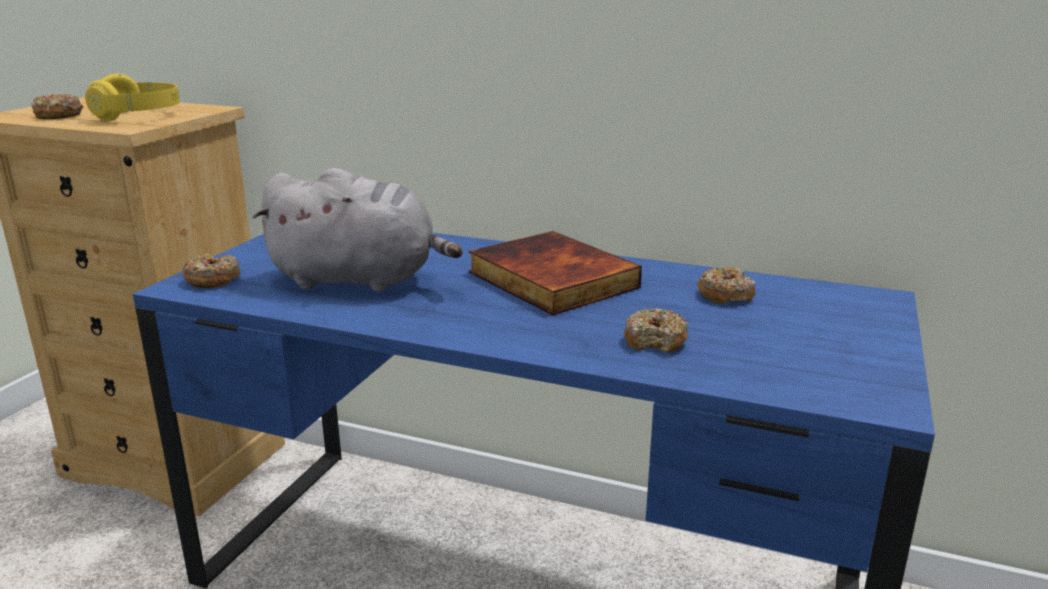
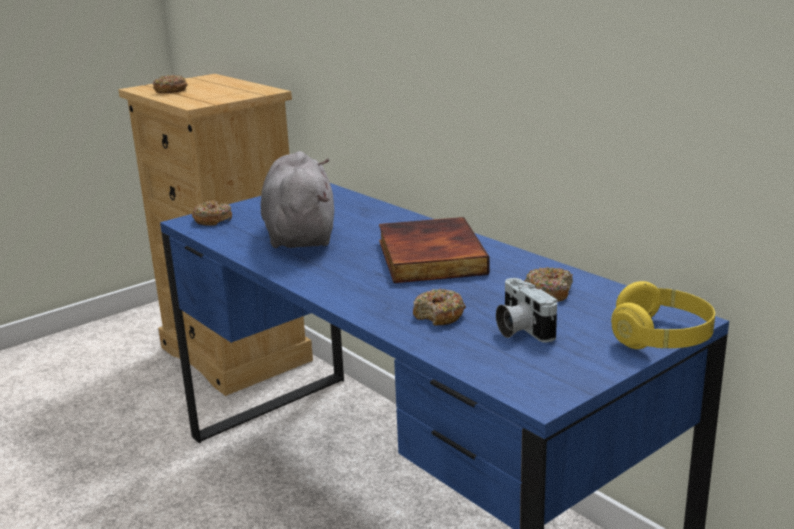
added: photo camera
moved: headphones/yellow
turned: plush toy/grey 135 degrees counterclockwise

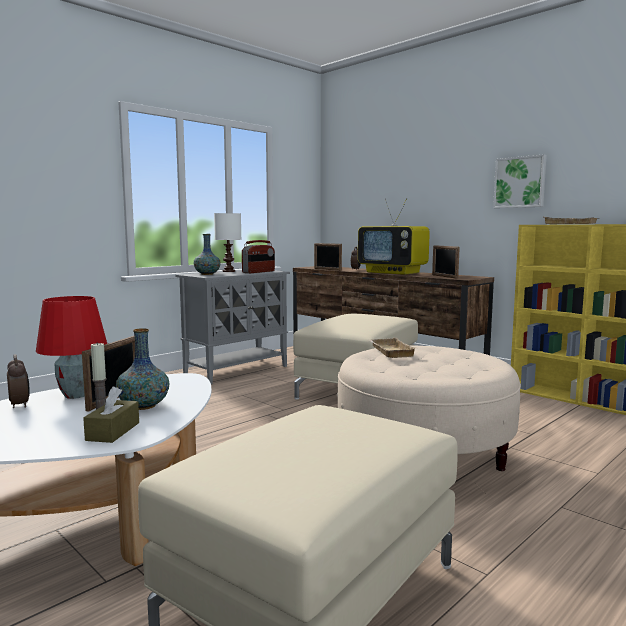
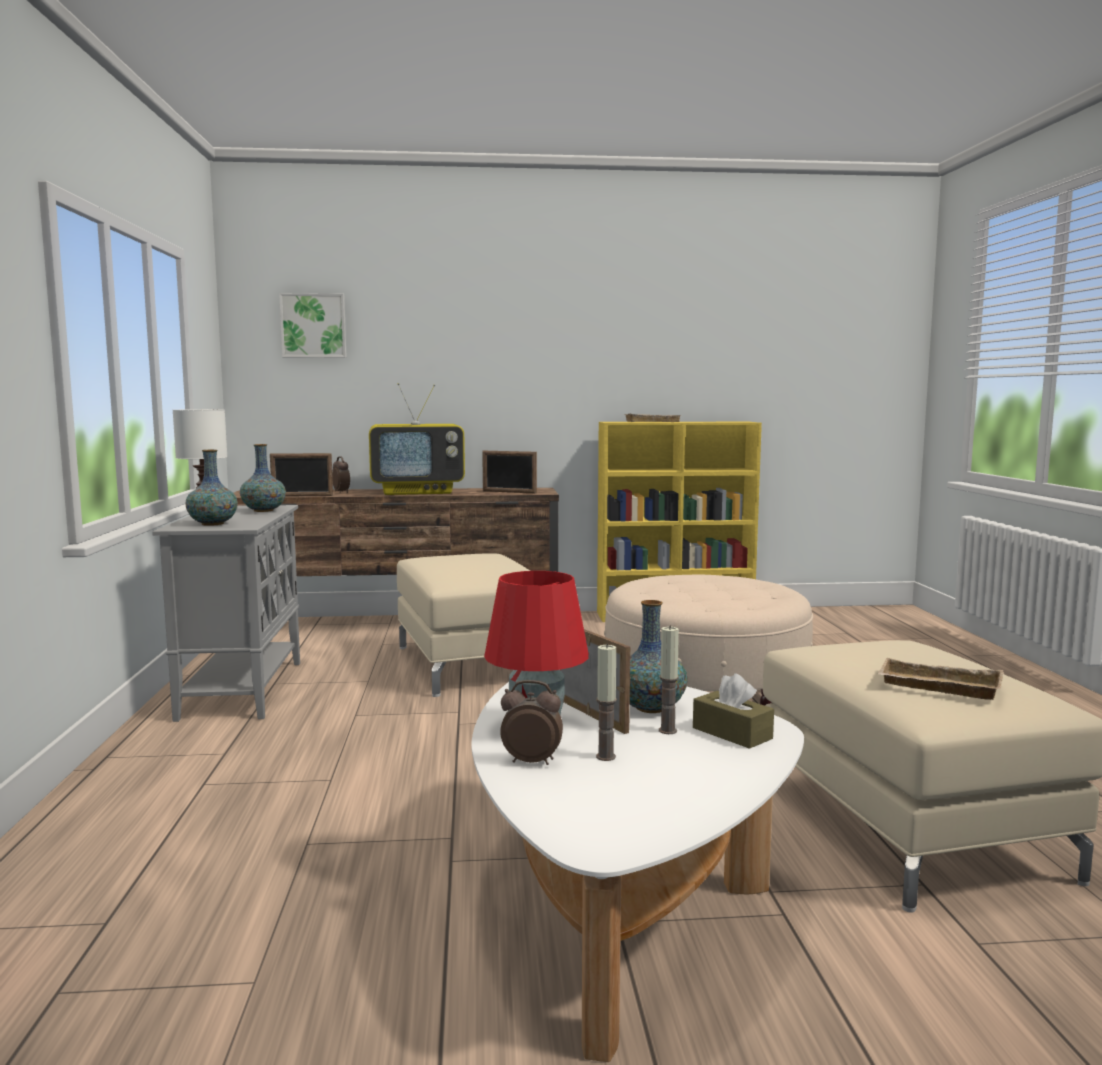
added: candle (1st from left)
moved: tray/beige (1st from left in the first image) to tray/beige (2nd from left); picture
replaced: radio to vase (2nd from left)

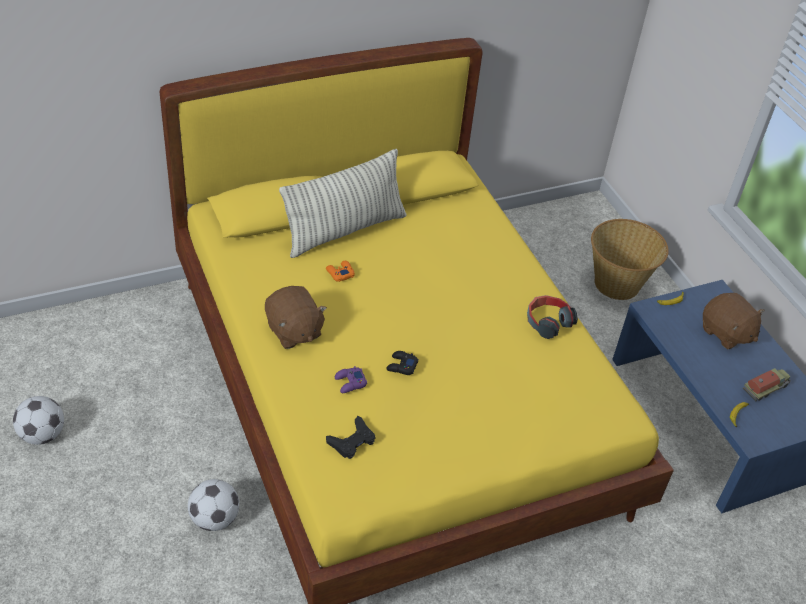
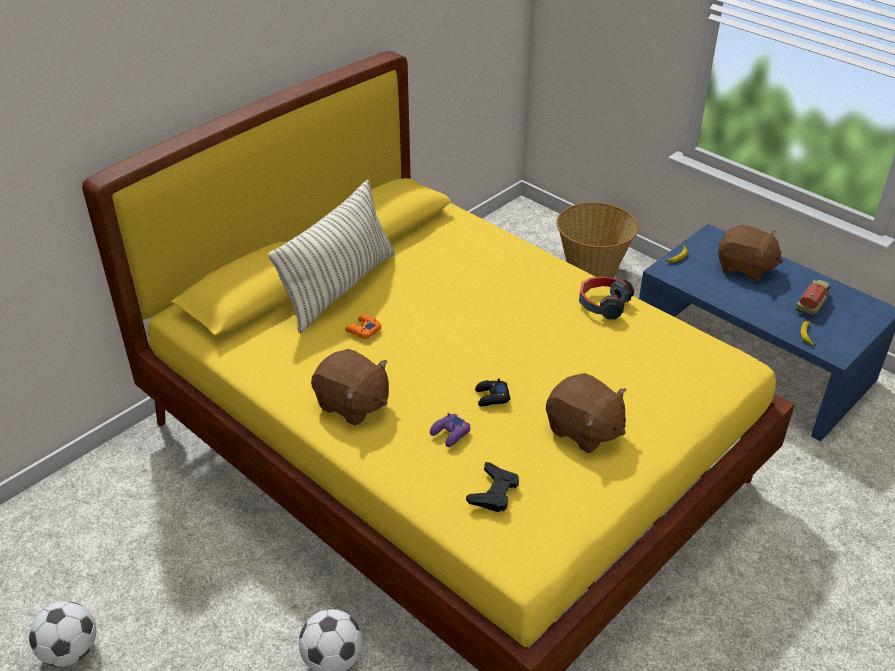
added: plush toy/brown (2nd from left)

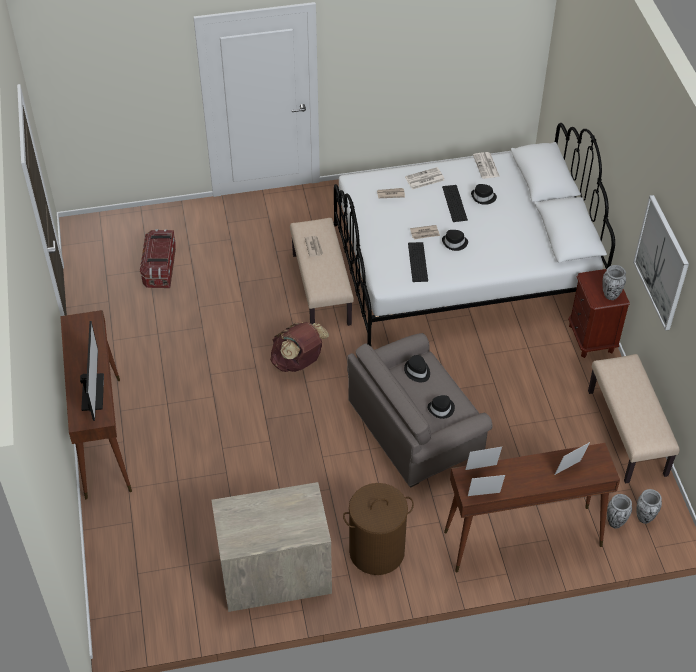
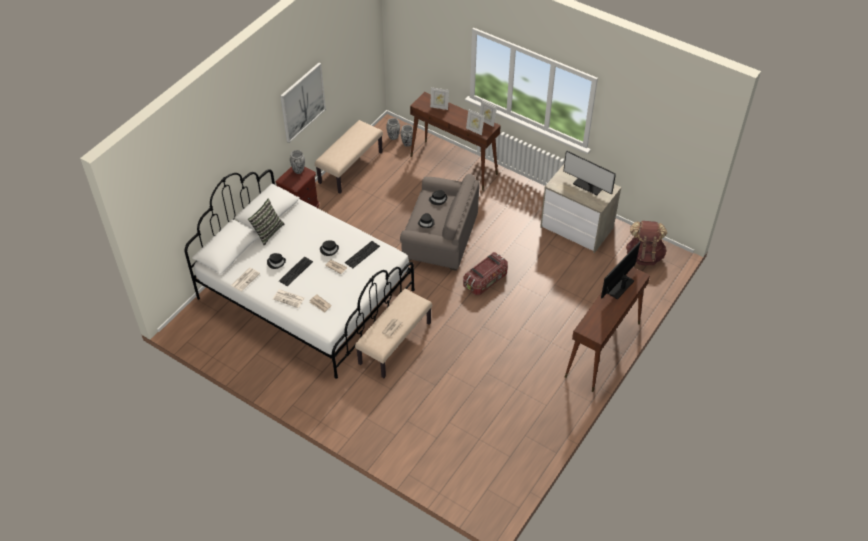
removed: laundry basket/brown
added: pillow; monitor (1st from left)
moved: storage box; backpack/brown

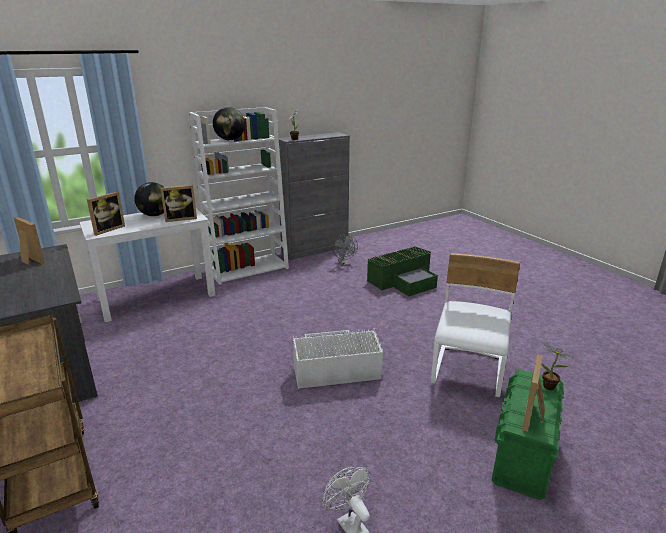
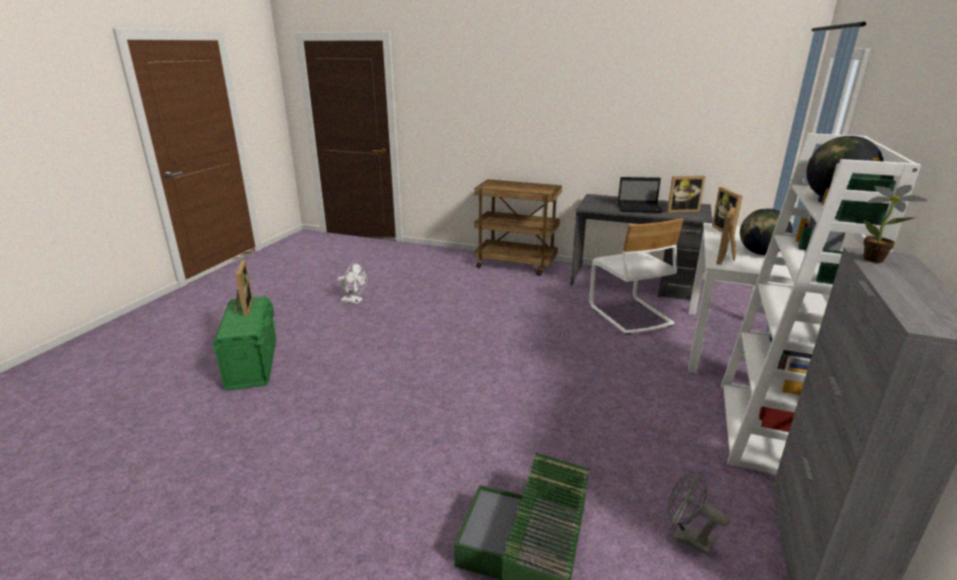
removed: storage box/white; potted plant (2nd from left)
added: laptop
moved: chair/white

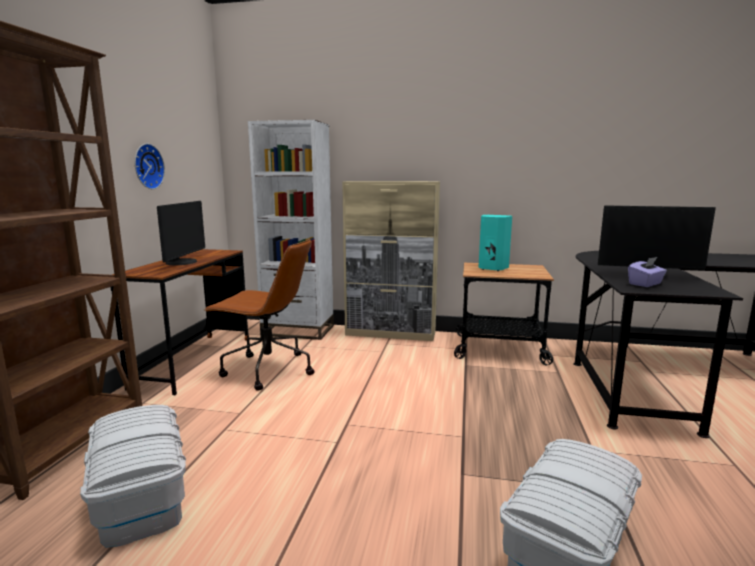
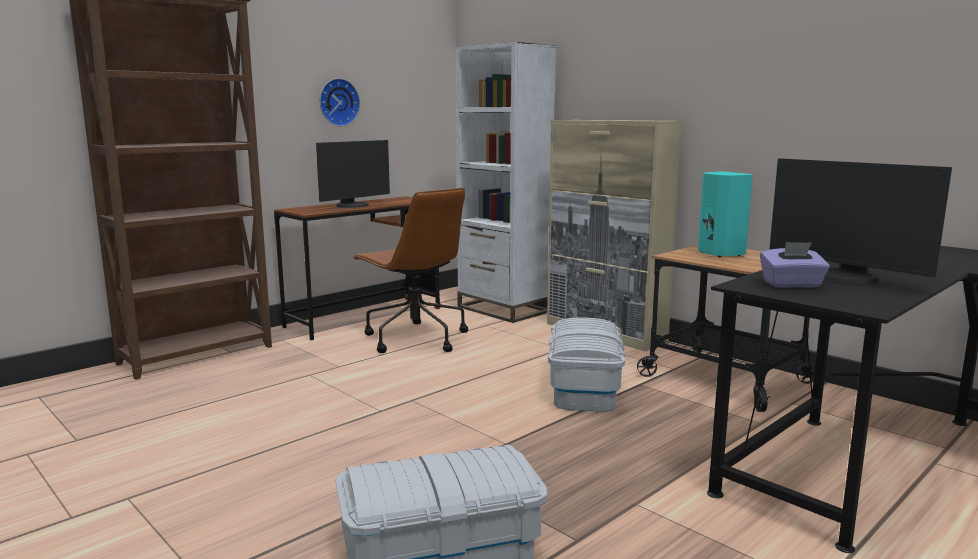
moved: storage box/white (1st from left in the first image) to storage box/white (2nd from left)

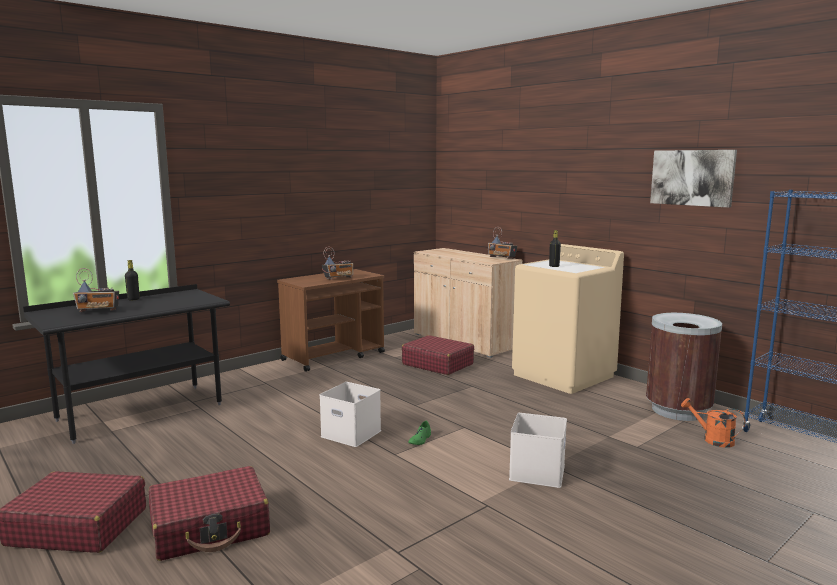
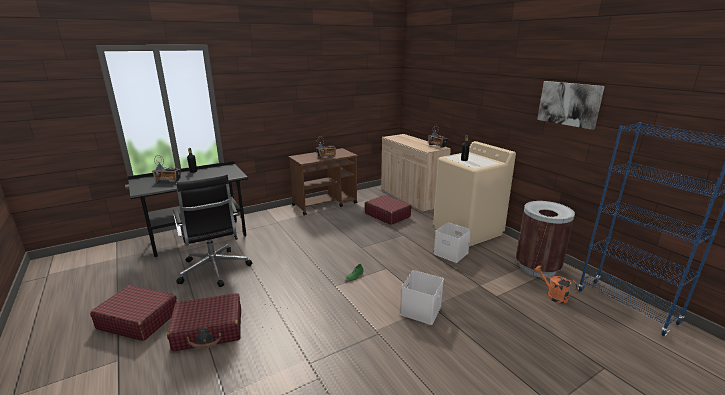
added: office chair/black
moved: storage box/white (1st from left in the first image) to storage box/white (2nd from left)

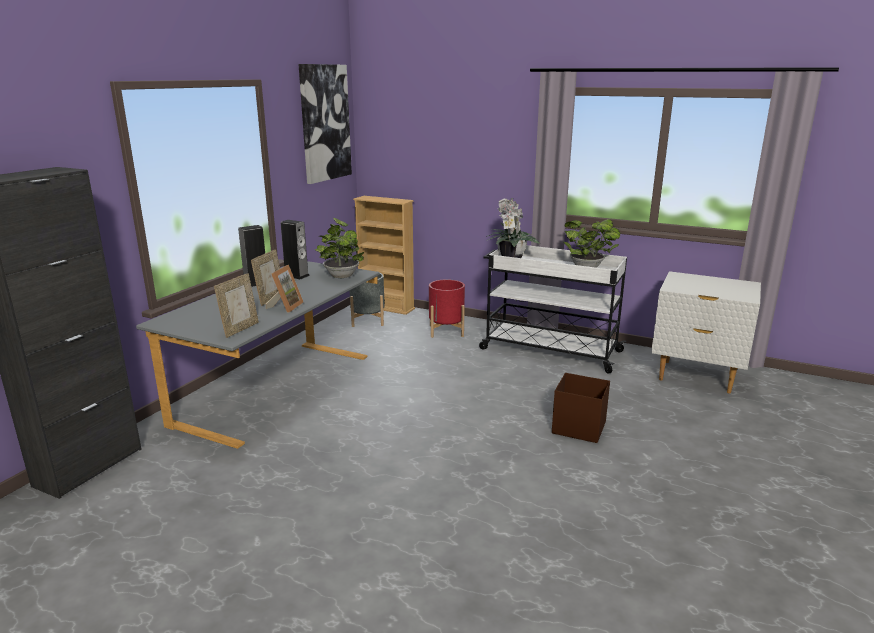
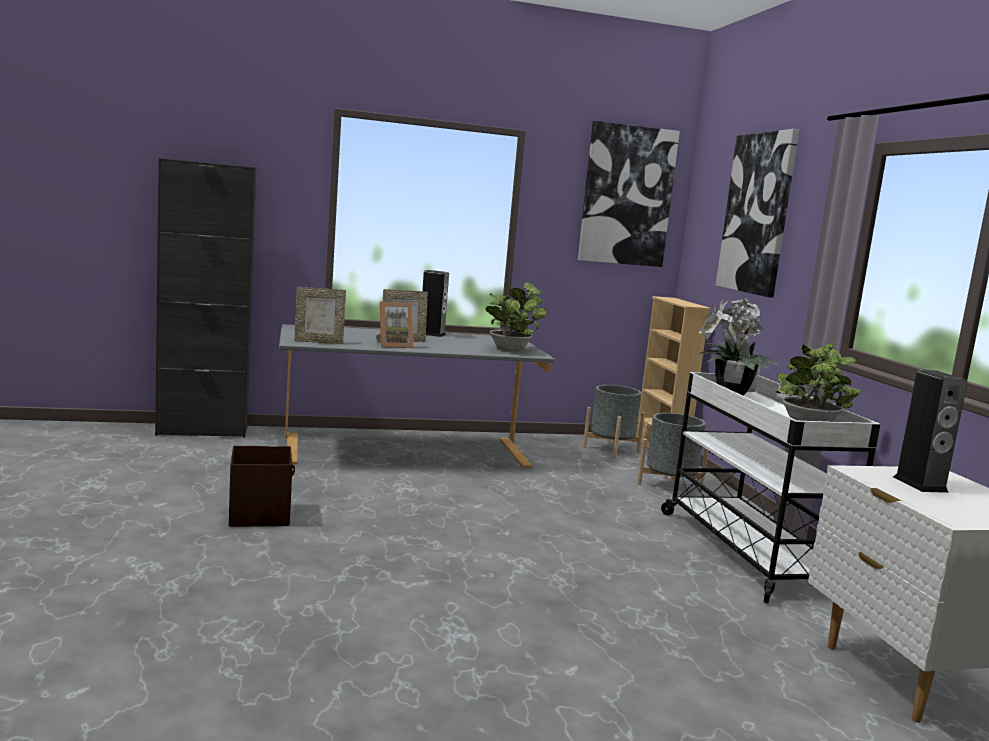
added: picture (2nd from left)
moved: speaker (2nd from left); storage box/brown
recoloured: planter/red to planter/grey (2nd from left)

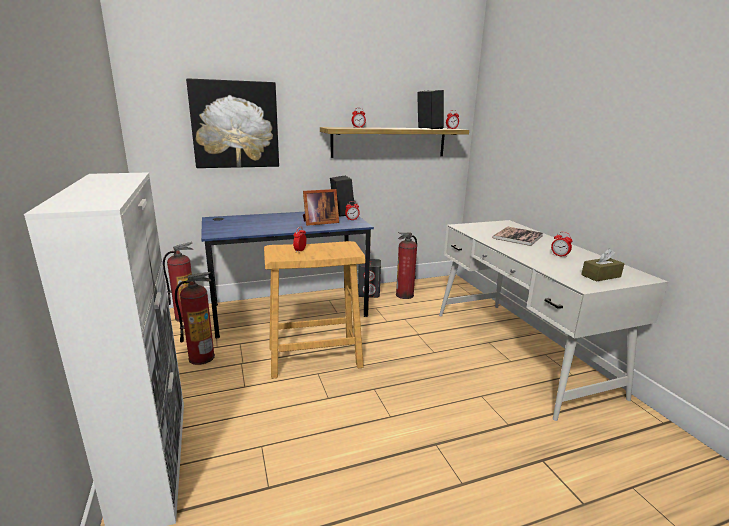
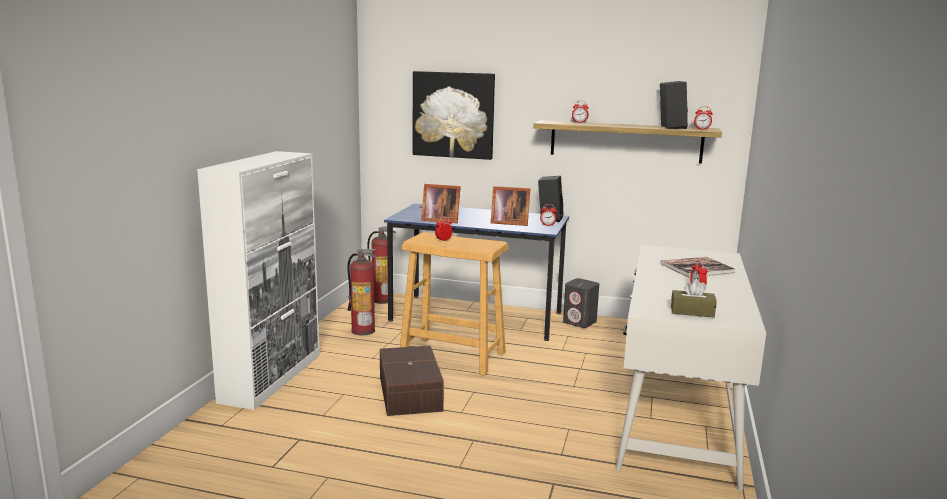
removed: fire extinguisher (3rd from left)
added: storage box/brown; picture frame (1st from left)

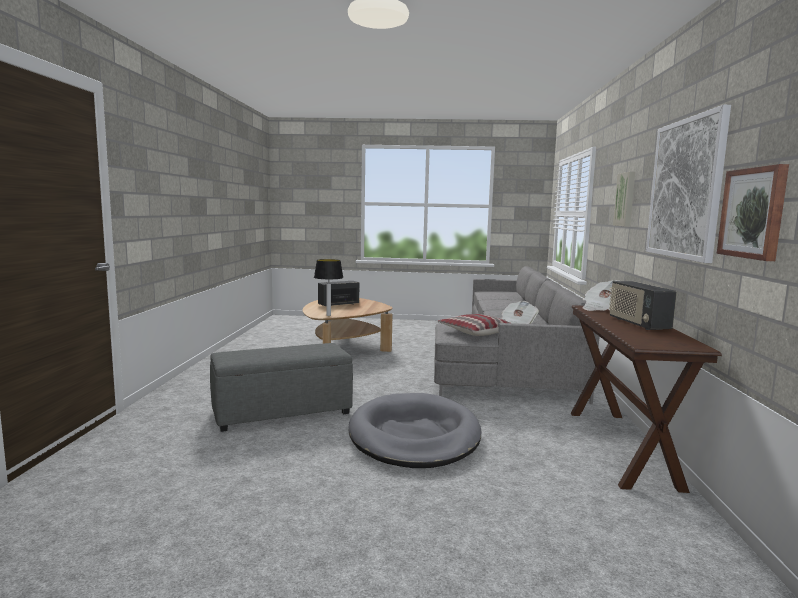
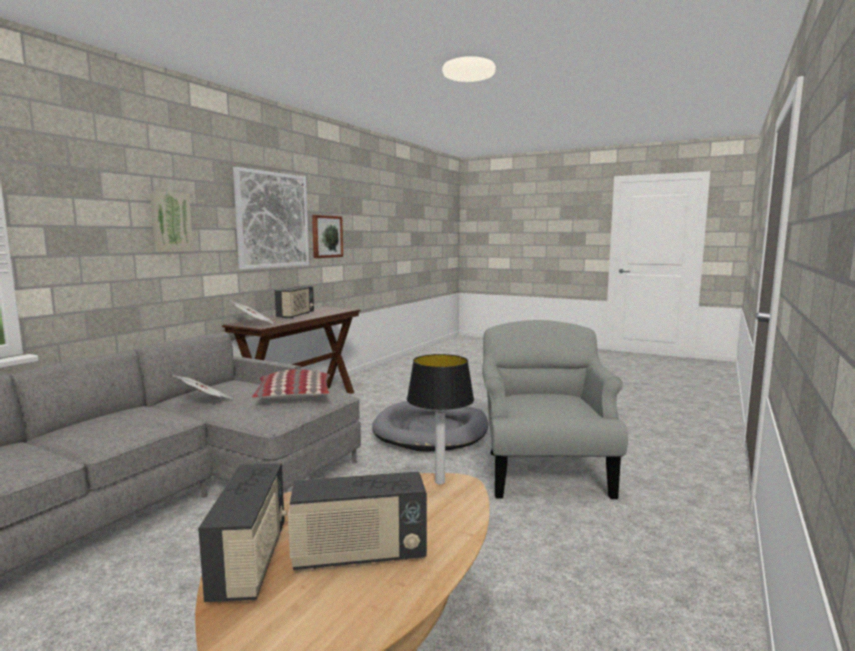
added: radio (1st from left)
replaced: ottoman/grey to armchair/grey

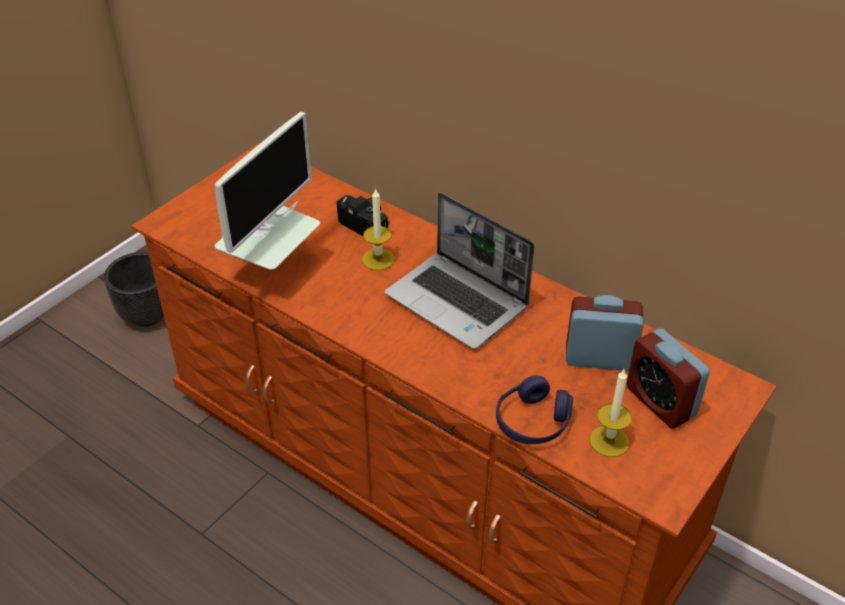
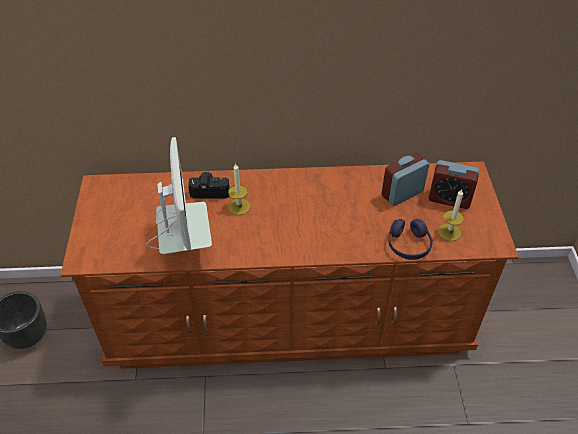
removed: laptop

